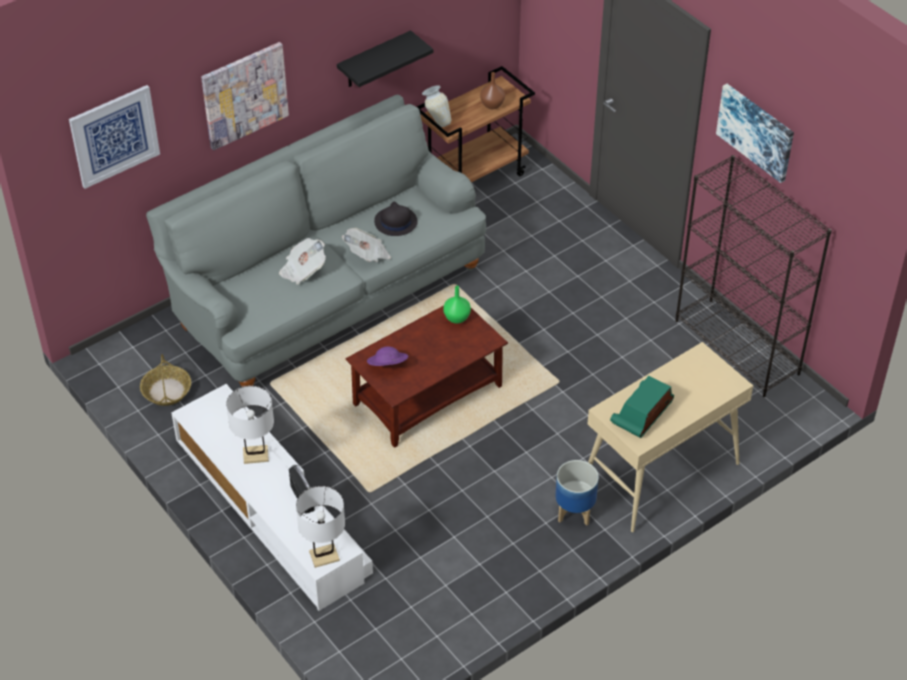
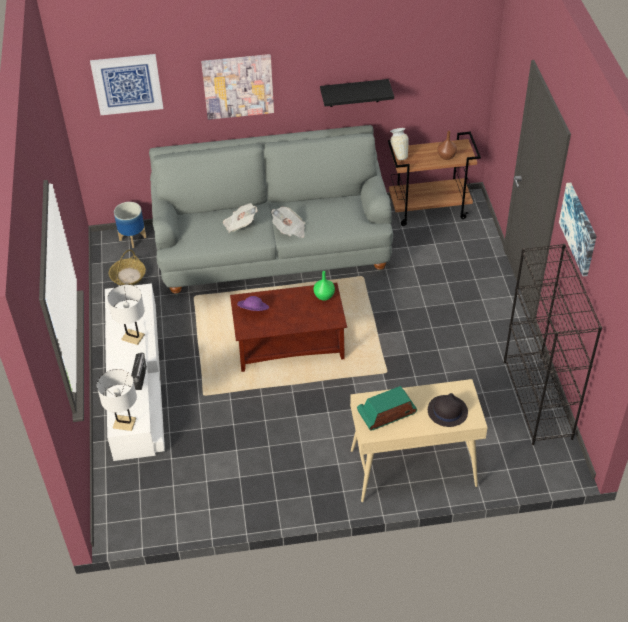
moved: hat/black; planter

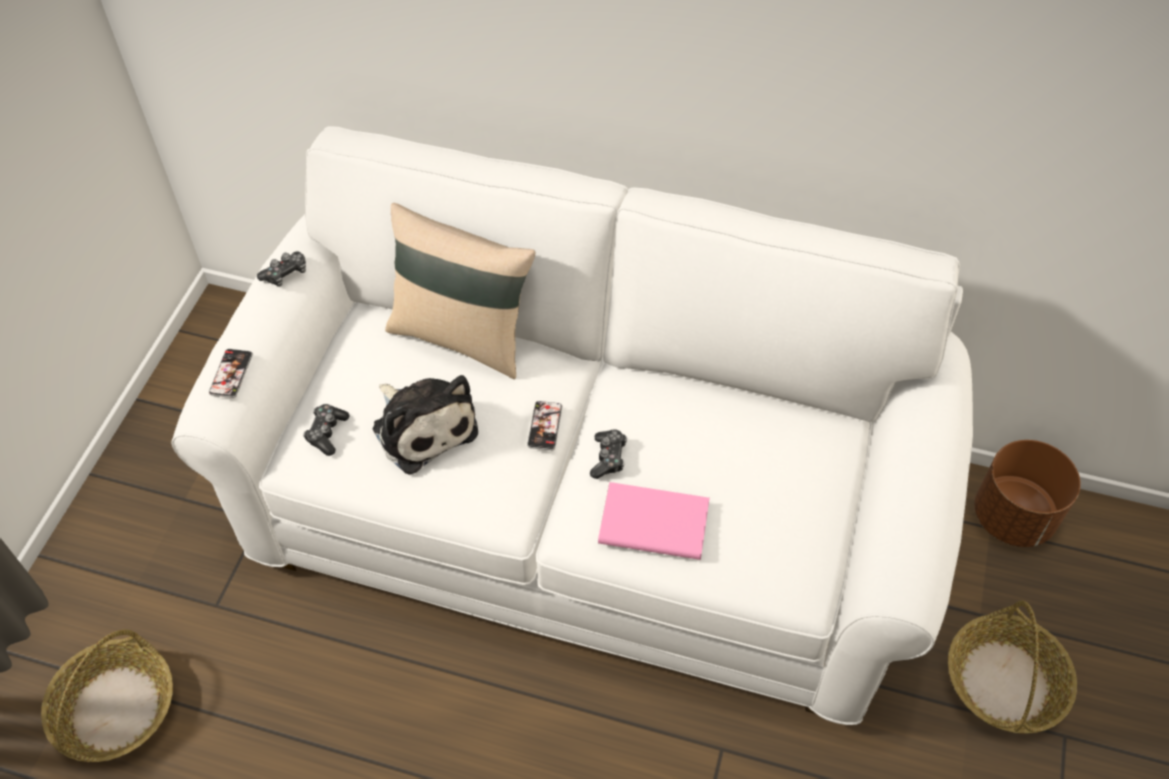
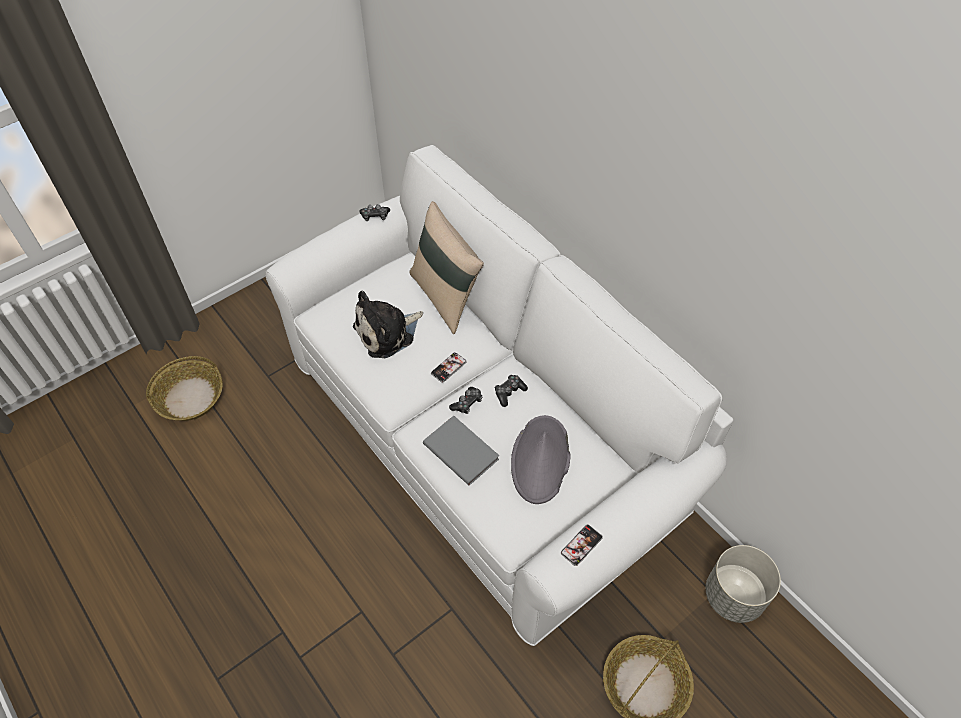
added: hat/grey
moved: phone (1st from left in the first image) to phone (2nd from left); game controller (2nd from left in the first image) to game controller (3rd from left)
recoloured: book/pink to book/grey; planter/brown to planter/grey
turned: plush toy 60 degrees clockwise

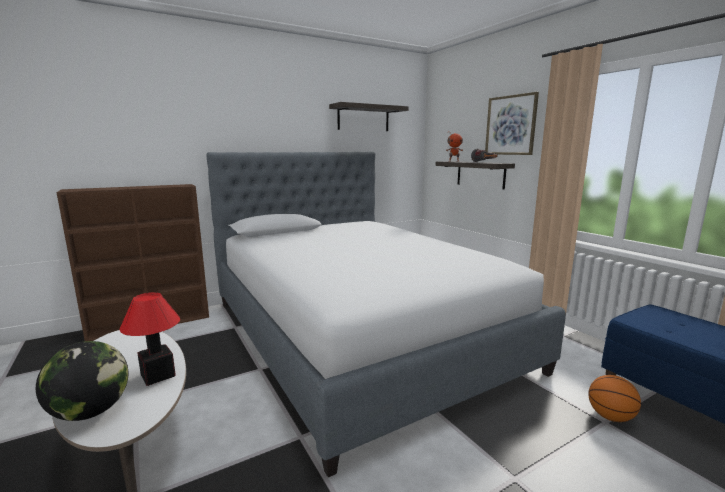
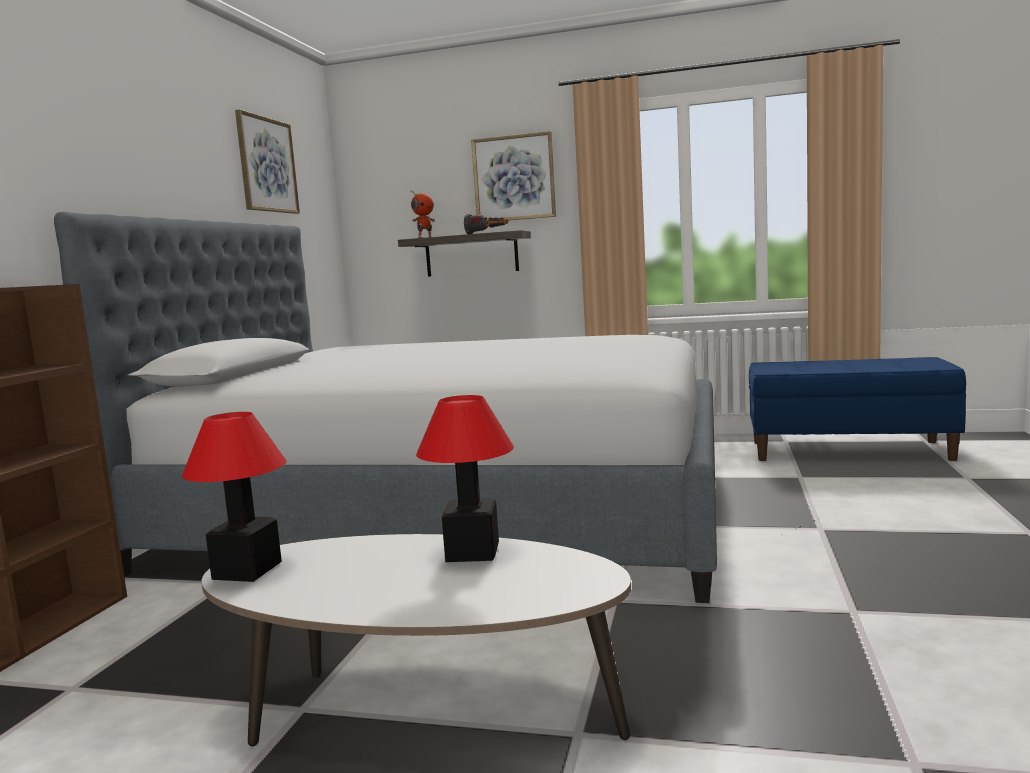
removed: globe; basketball
added: table lamp (1st from left)
replaced: shelf (1st from left) to picture (1st from left)

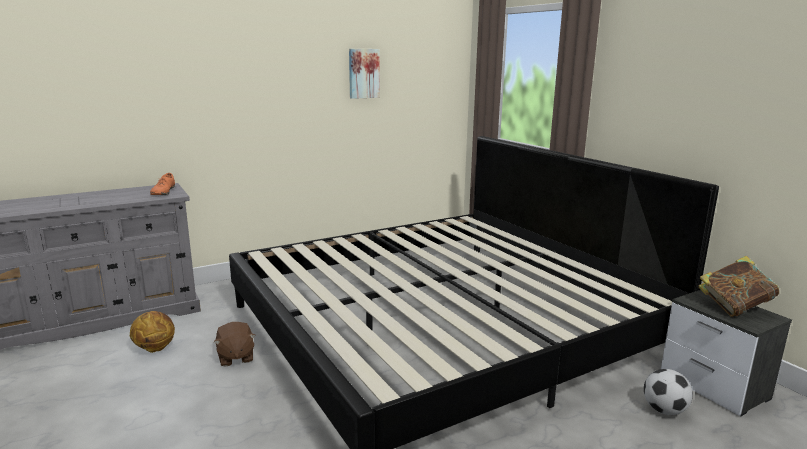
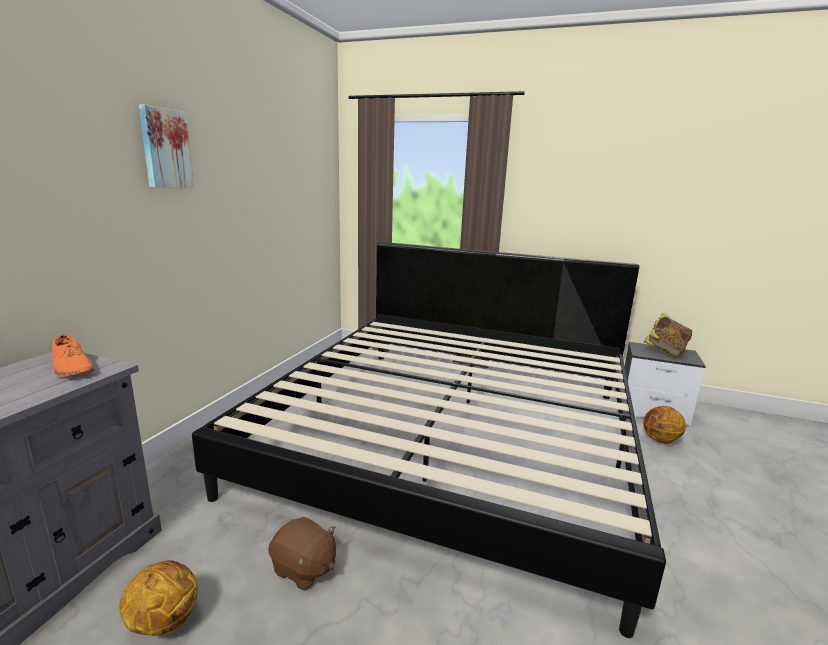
moved: picture
replaced: football to basketball (2nd from left)

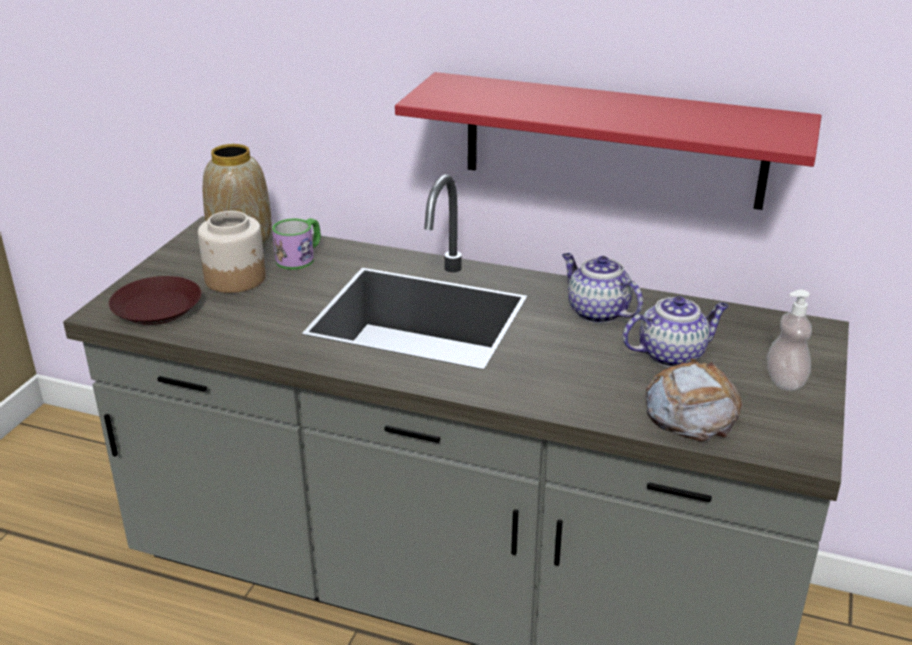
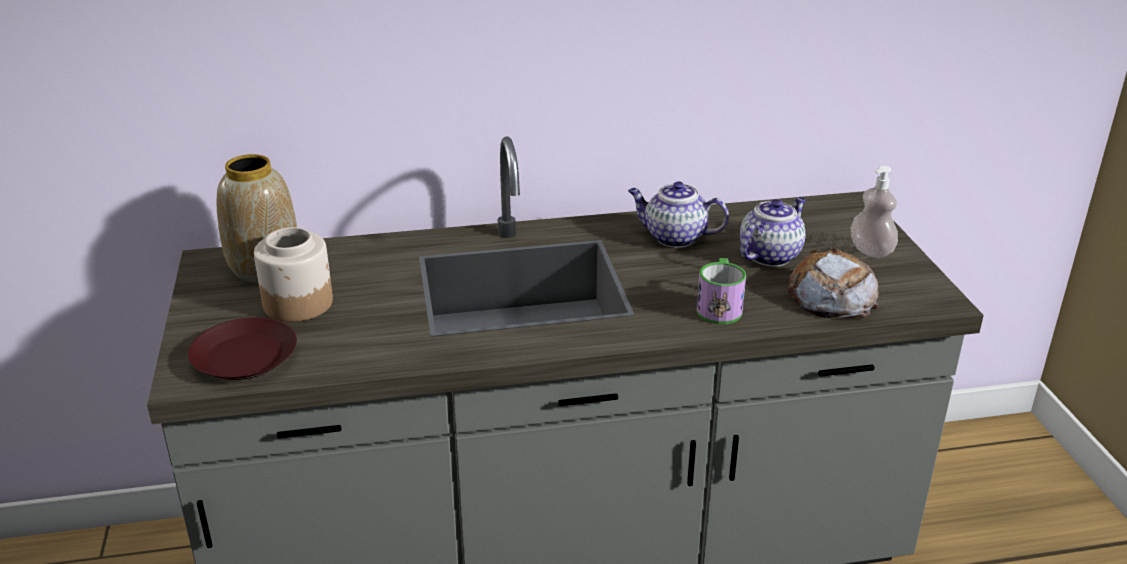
removed: shelf/red
moved: mug

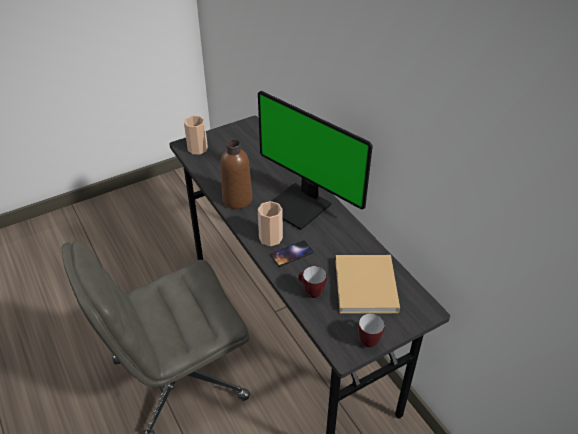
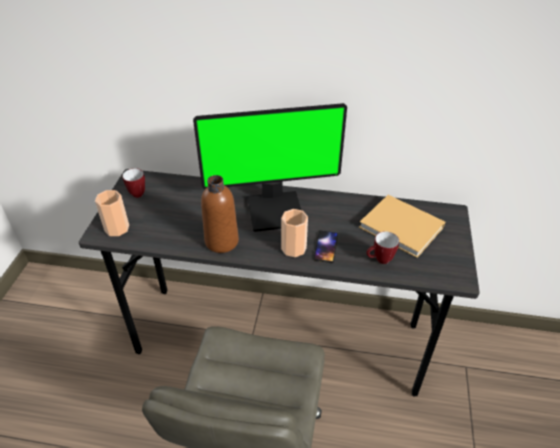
moved: mug (2nd from left in the first image) to mug (1st from left)

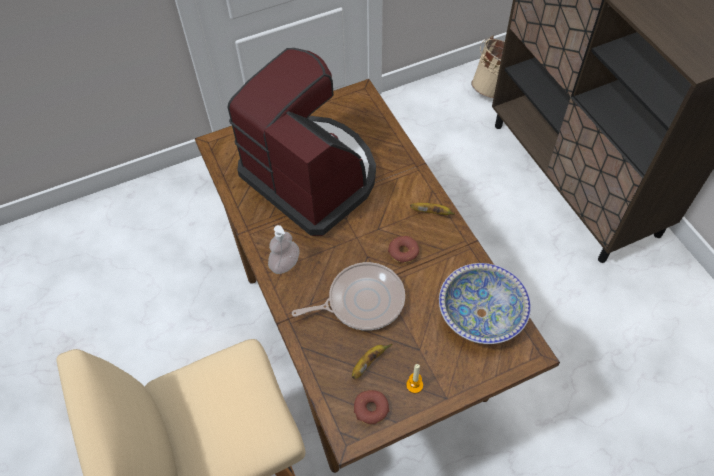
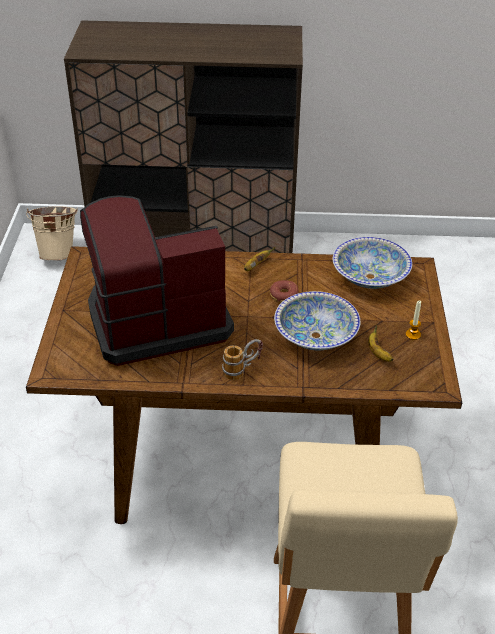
removed: donut (1st from left)
replaced: soap dispenser to mug; frying pan to bowl (1st from left)

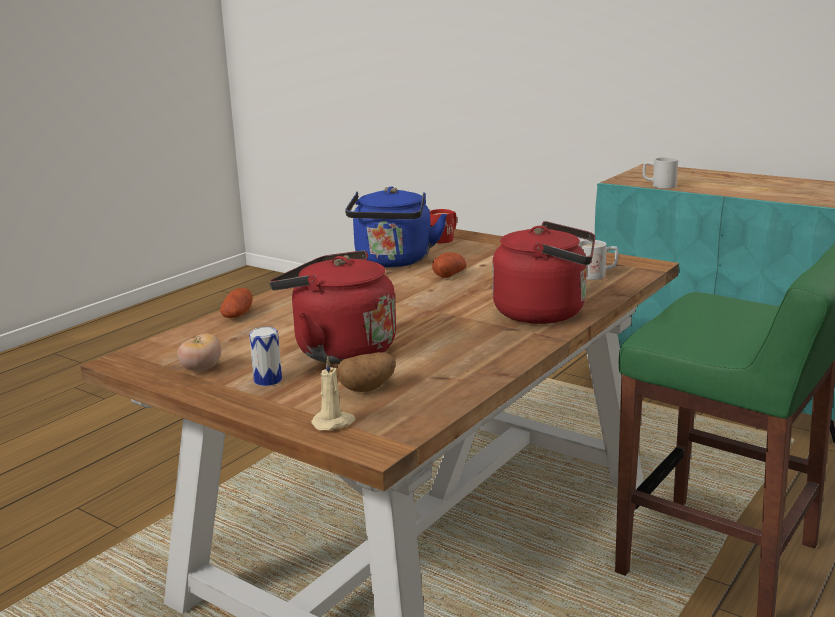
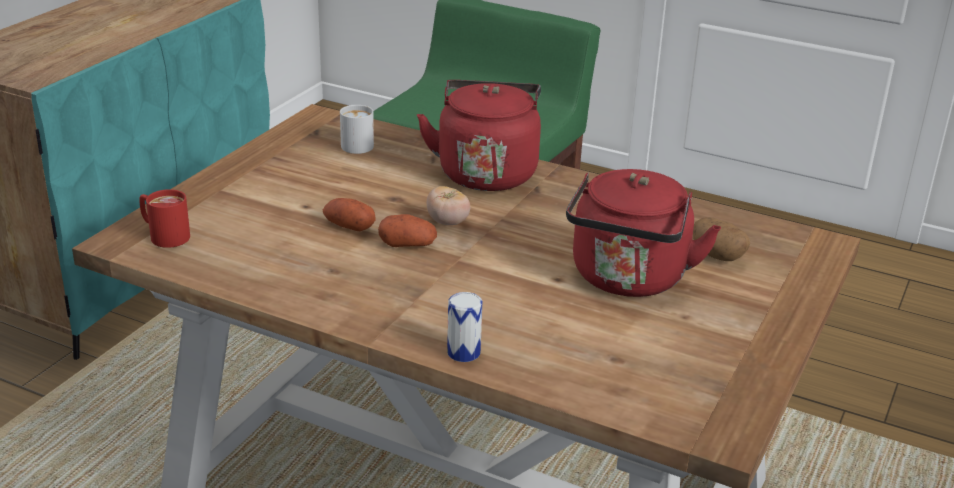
removed: candle/beige; kettle/blue; mug/white (2nd from left)
moved: tomato; potato (1st from left in the first image) to potato (2nd from left); can

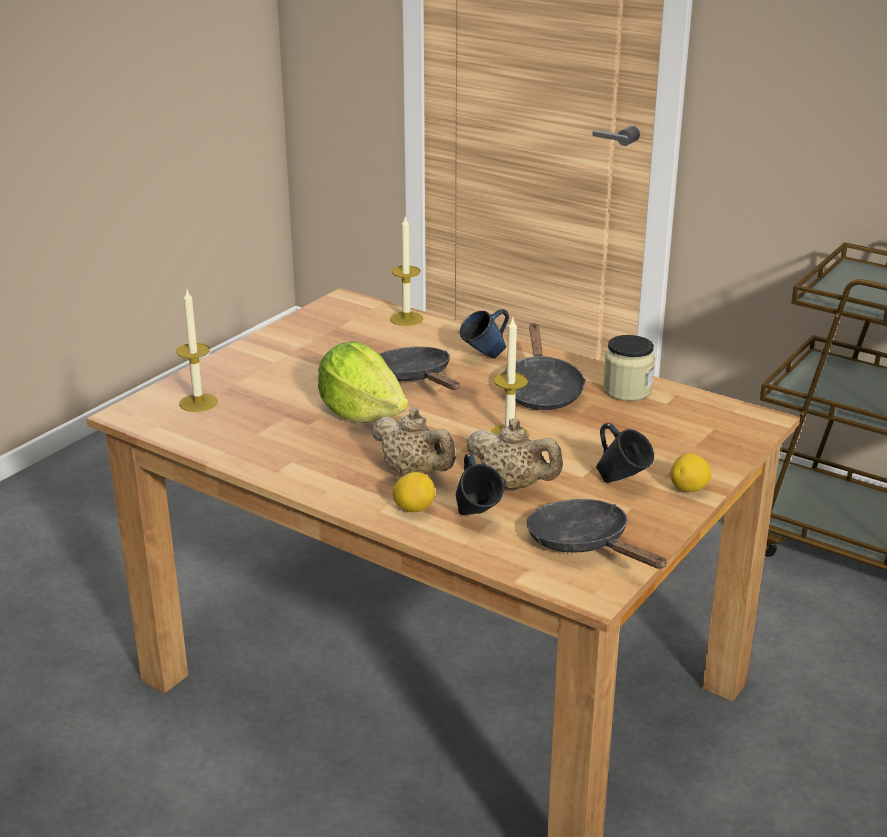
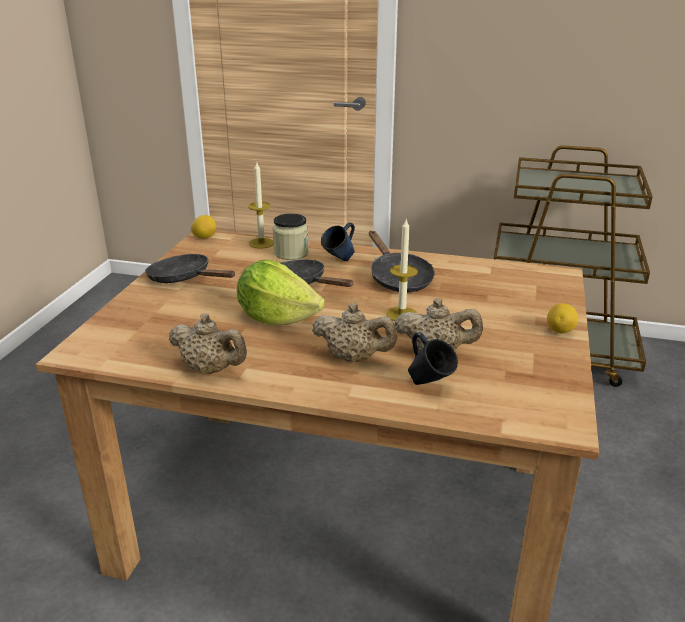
removed: candle (1st from left); mug/blue (3rd from left)
added: teapot/beige (1st from left)
moved: lemon (1st from left); frying pan/black (3rd from left in the first image) to frying pan/black (1st from left); jar

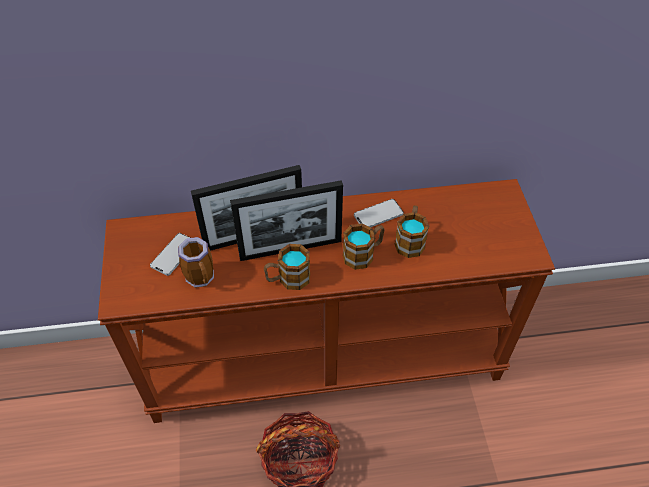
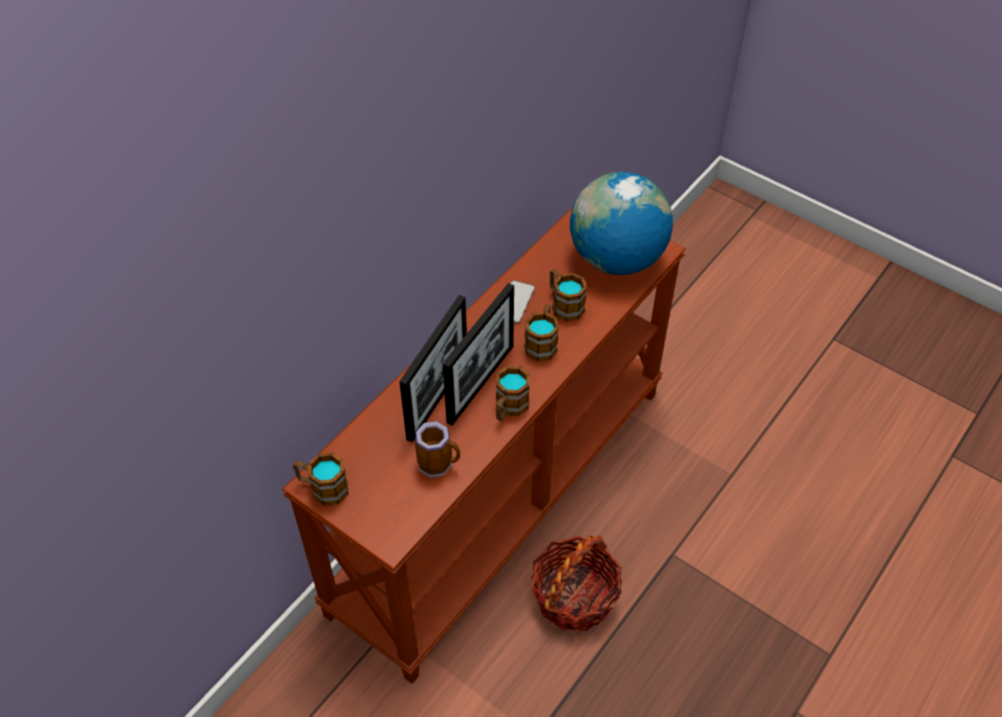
removed: phone (1st from left)
added: mug (1st from left); globe

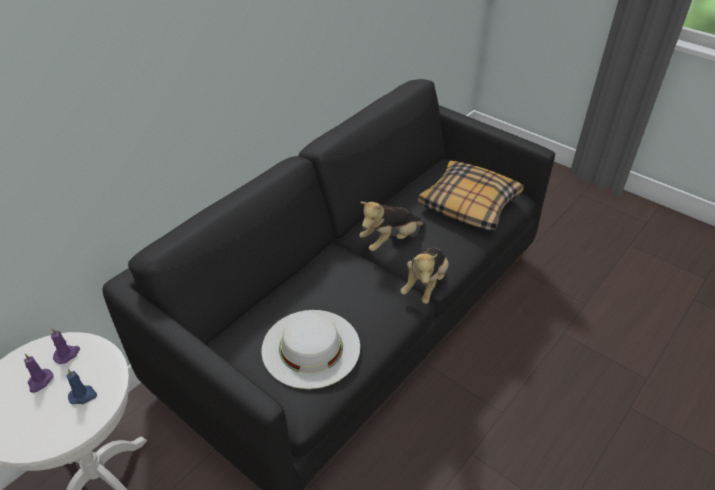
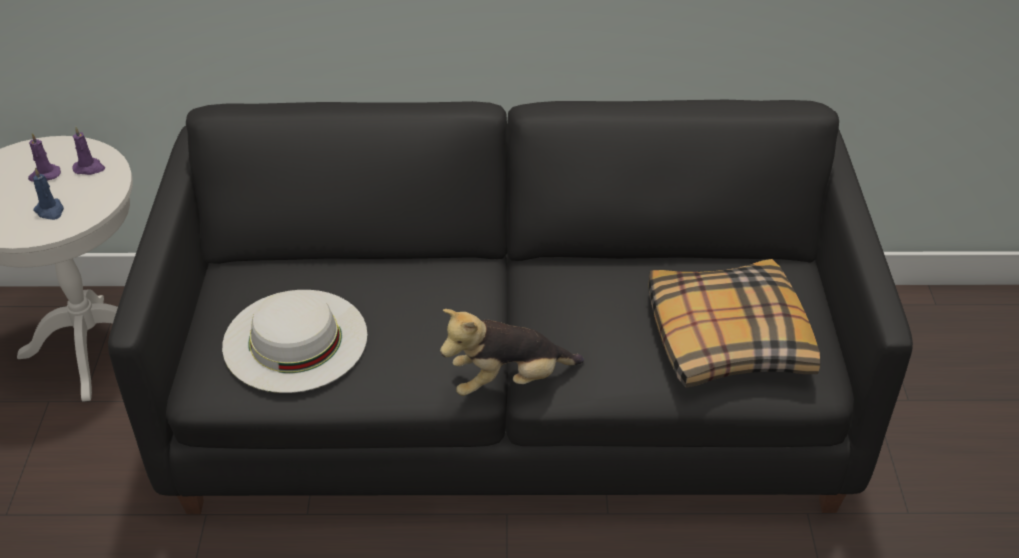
removed: plush toy (1st from left)

